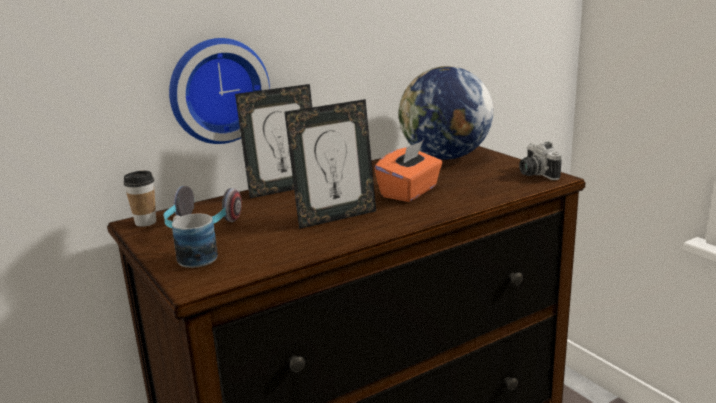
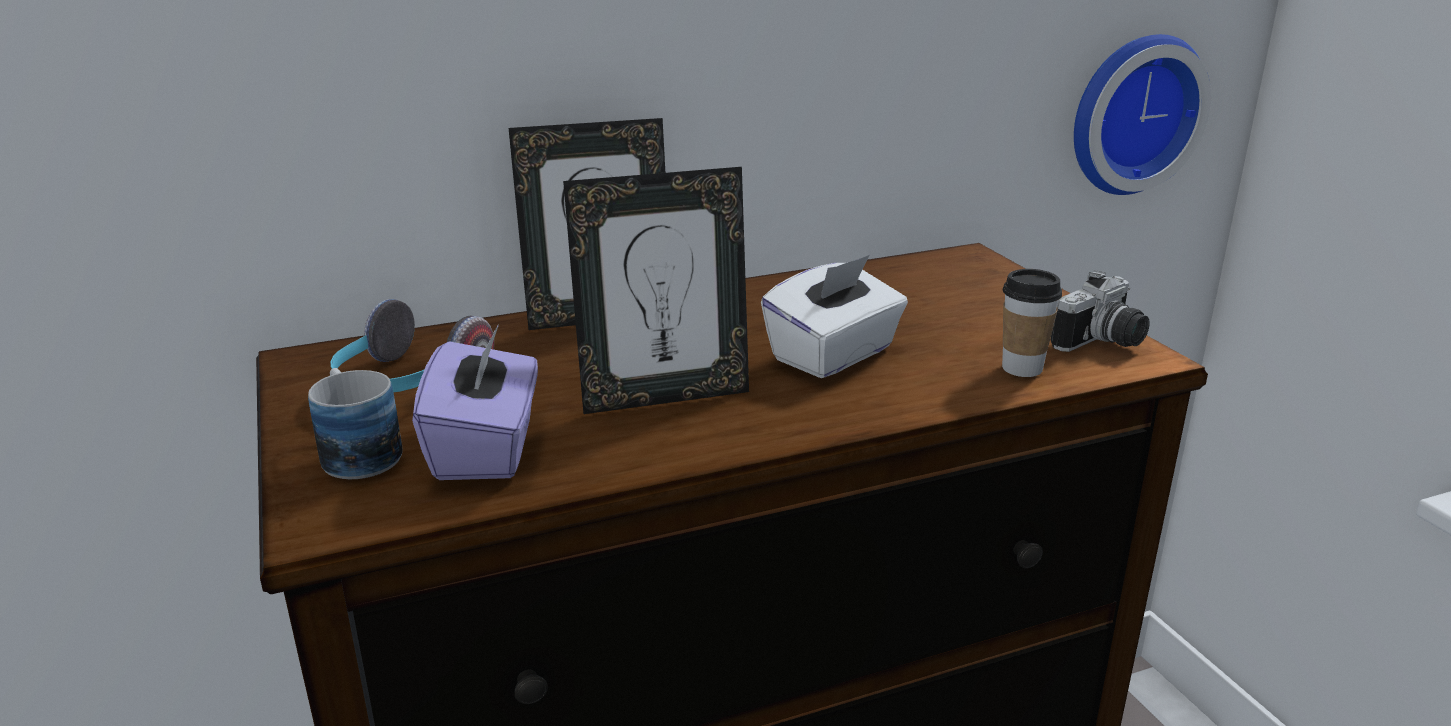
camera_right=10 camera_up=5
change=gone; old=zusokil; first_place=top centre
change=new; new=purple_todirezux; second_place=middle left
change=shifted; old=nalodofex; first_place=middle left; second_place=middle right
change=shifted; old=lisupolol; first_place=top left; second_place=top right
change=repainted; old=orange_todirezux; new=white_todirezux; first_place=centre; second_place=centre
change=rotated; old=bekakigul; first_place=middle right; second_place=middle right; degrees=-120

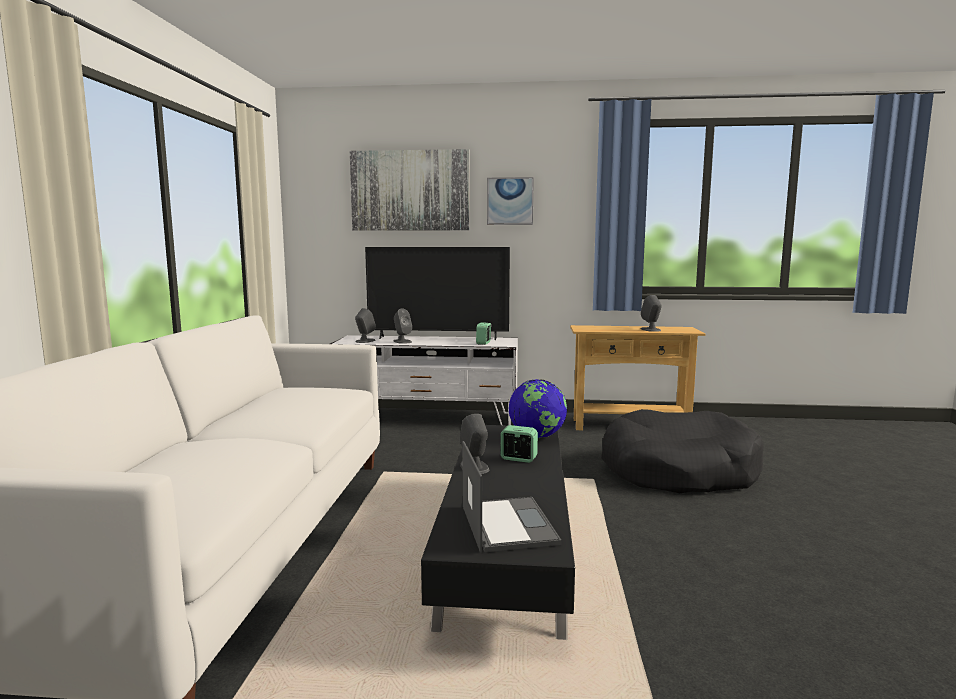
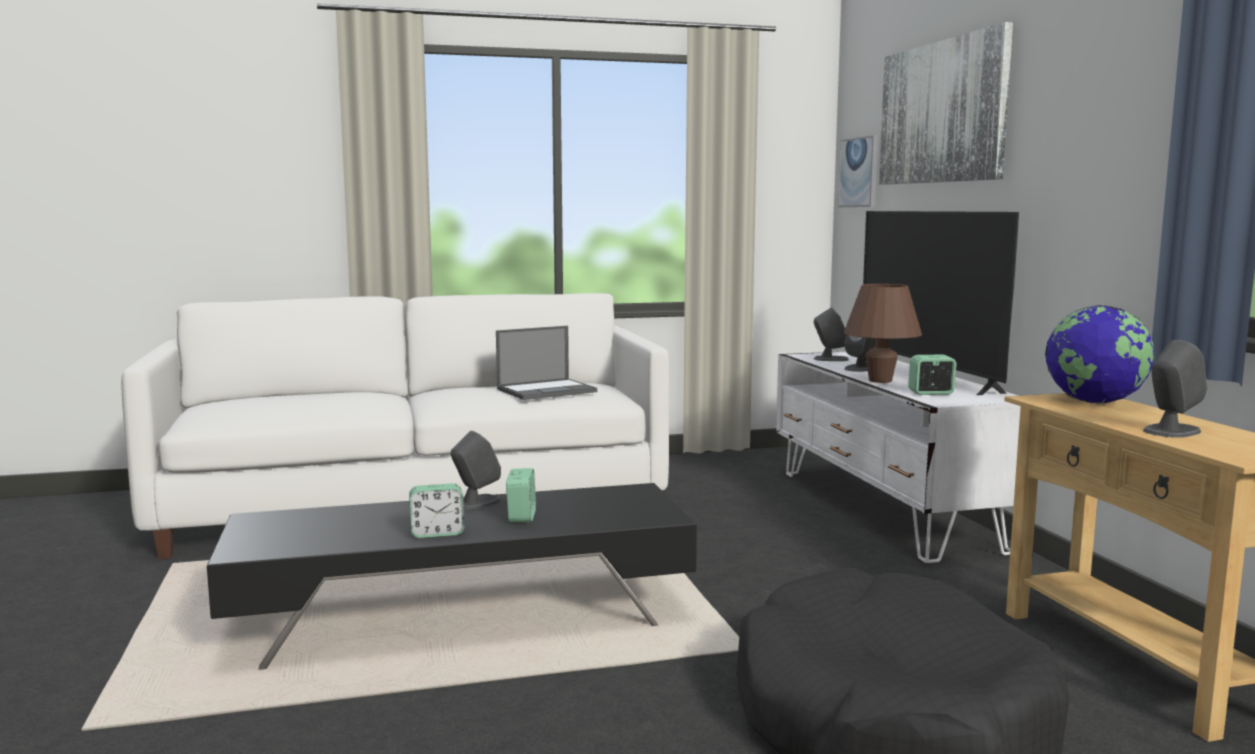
camera_right=70 camera_up=0
change=new; new=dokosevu (no. 1 from left); second_place=bottom centre
change=new; new=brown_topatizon; second_place=middle right
change=shifted; old=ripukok; first_place=bottom centre; second_place=centre
change=shifted; old=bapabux (no. 2 from left in the first image); new=bapabux (no. 1 from left); first_place=top centre; second_place=top right
change=shifted; old=zusokil; first_place=centre; second_place=middle right

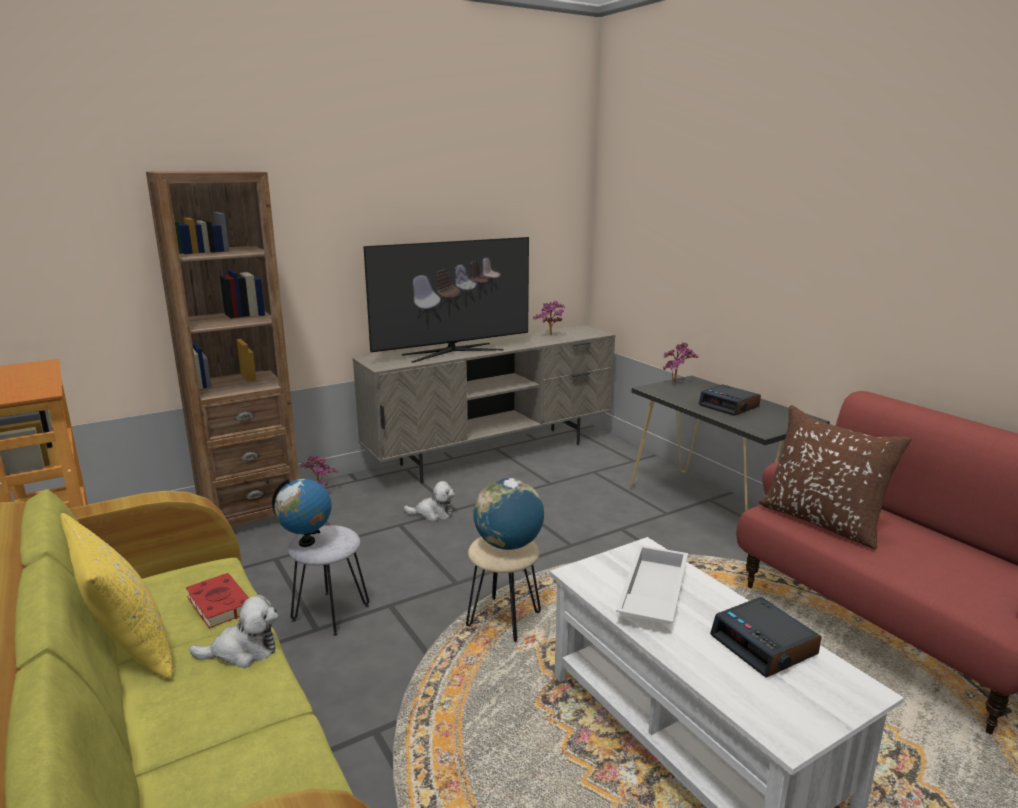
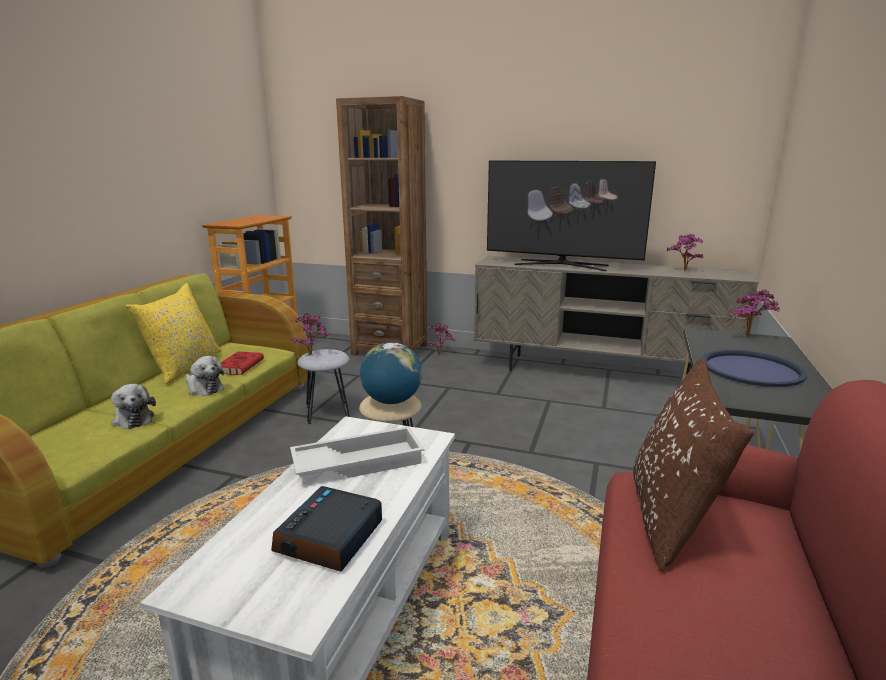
camera_right=50 camera_up=0
change=shifted; old=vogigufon (no. 2 from left in the first image); new=vogigufon (no. 1 from left); first_place=centre; second_place=middle left
change=swapped; old=zusokil (no. 1 from left); new=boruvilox (no. 1 from left); first_place=middle left; second_place=centre
change=swapped; old=dokosevu (no. 1 from left); new=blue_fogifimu; first_place=middle right; second_place=middle right

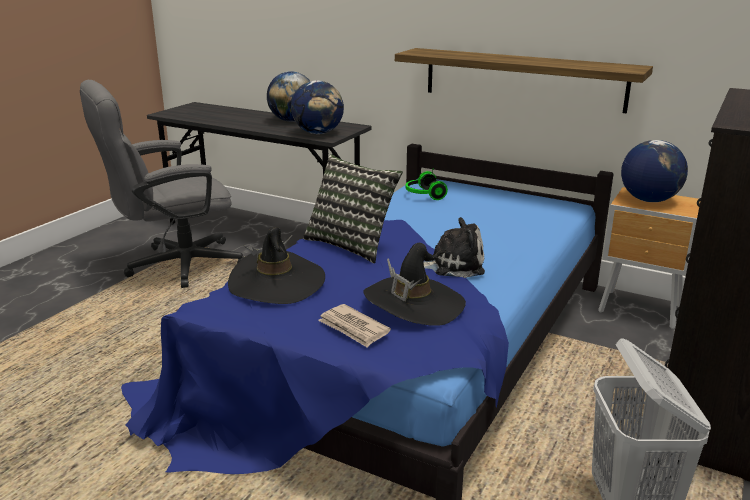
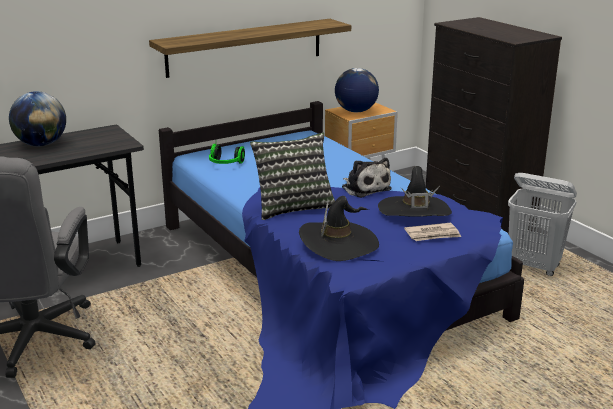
camera_right=-60 camera_up=0
change=gone; old=zusokil (no. 2 from left); first_place=top centre
change=rotated; old=vogigufon; first_place=centre; second_place=centre; degrees=120

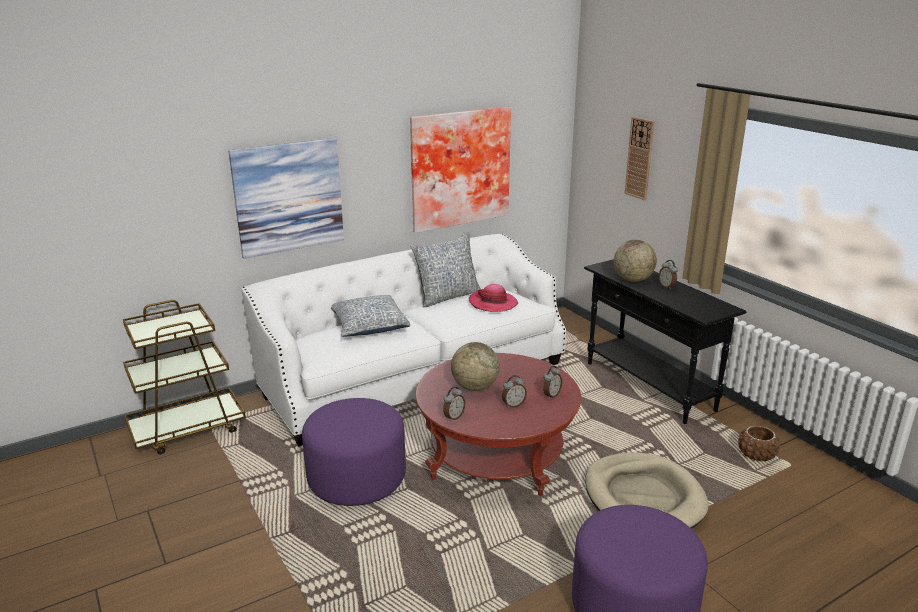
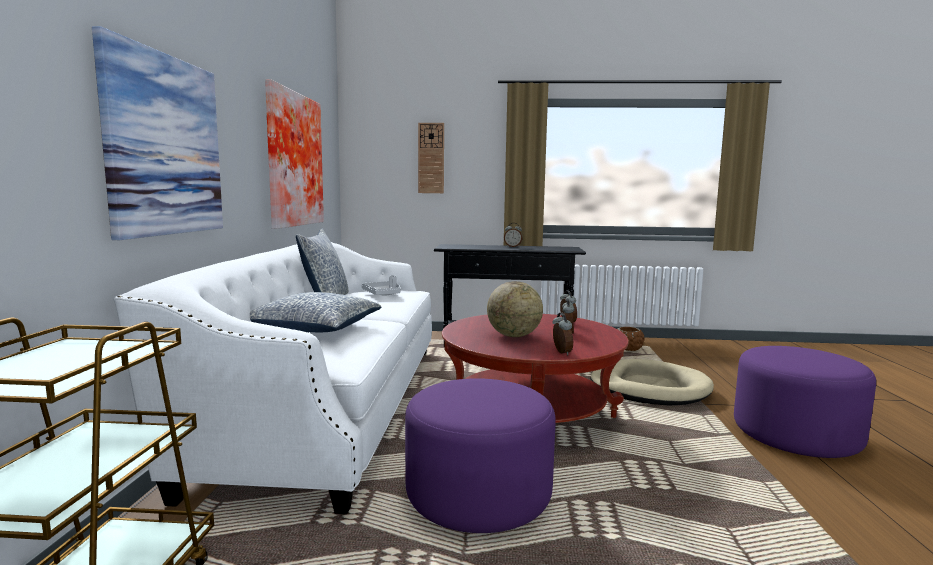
camera_right=-55 camera_up=-15
change=gone; old=zusokil (no. 2 from left); first_place=middle right
change=swapped; old=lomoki; new=grey_fogifimu; first_place=centre; second_place=centre

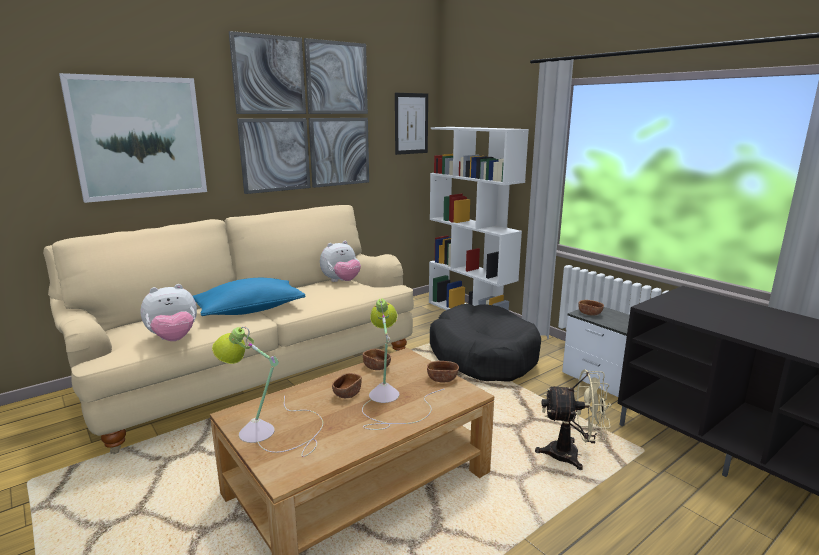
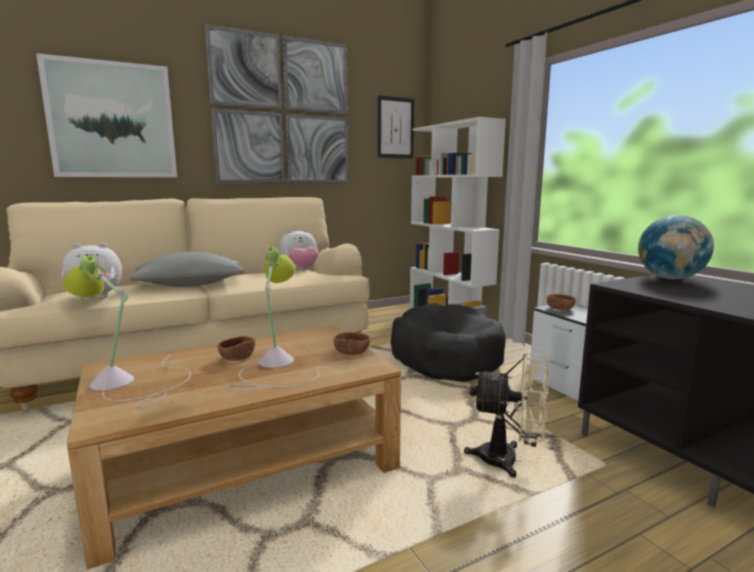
camera_right=10 camera_up=-5
change=gone; old=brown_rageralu (no. 2 from left); first_place=centre
change=new; new=zusokil; second_place=middle right
change=repainted; old=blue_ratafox; new=grey_ratafox; first_place=middle left; second_place=middle left

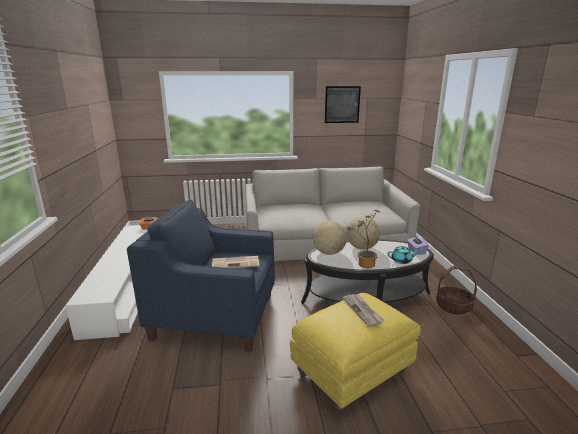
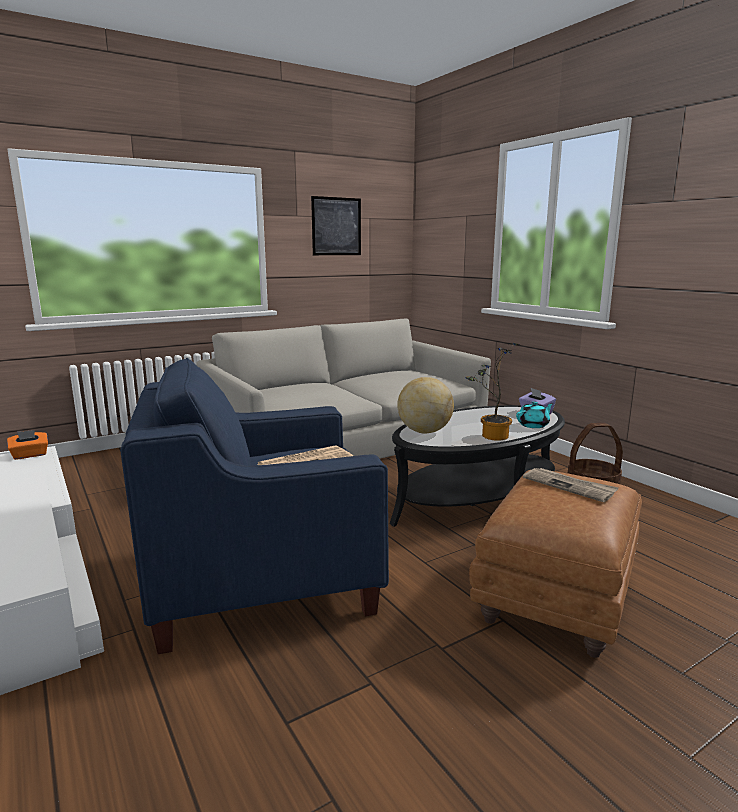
camera_right=-25 camera_up=-5
change=gone; old=zusokil (no. 2 from left); first_place=centre
change=repainted; old=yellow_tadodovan; new=brown_tadodovan; first_place=bottom centre; second_place=bottom right

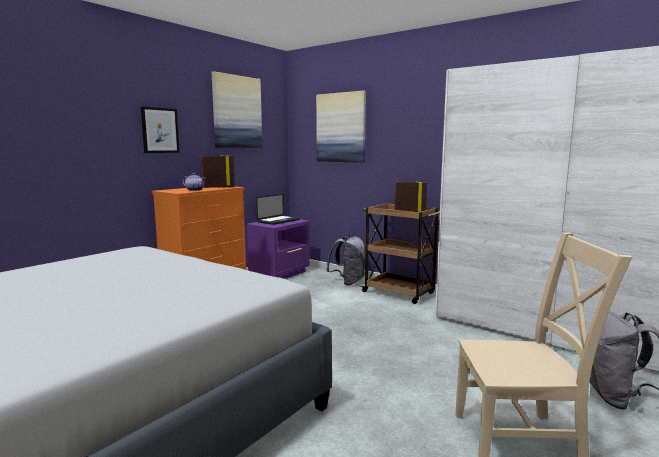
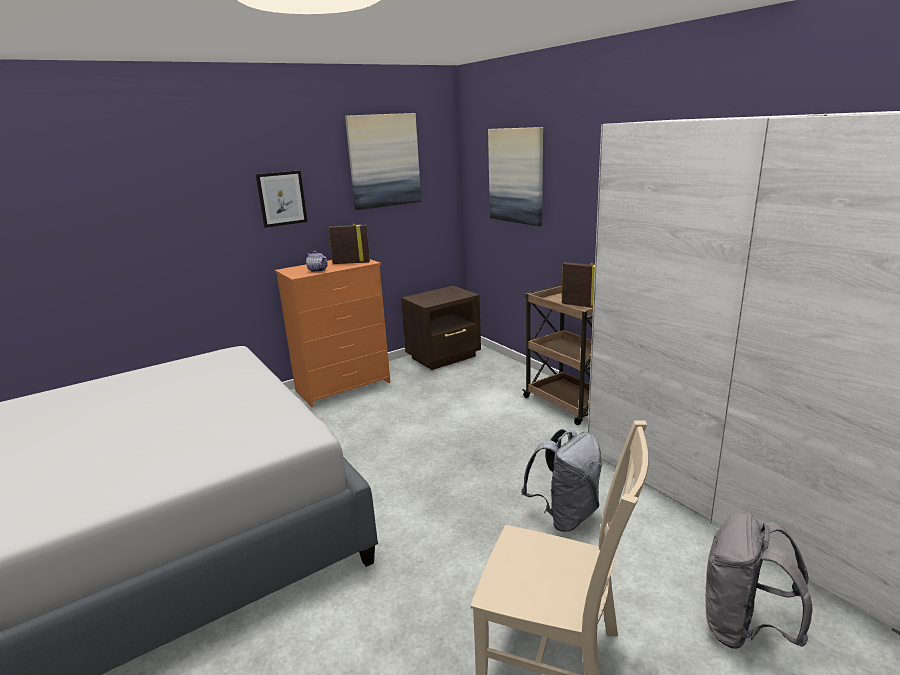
camera_right=20 camera_up=10
change=gone; old=ripukok; first_place=centre
change=shifted; old=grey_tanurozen (no. 1 from left); first_place=centre; second_place=bottom centre
change=repainted; old=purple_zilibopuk; new=brown_zilibopuk; first_place=centre; second_place=centre

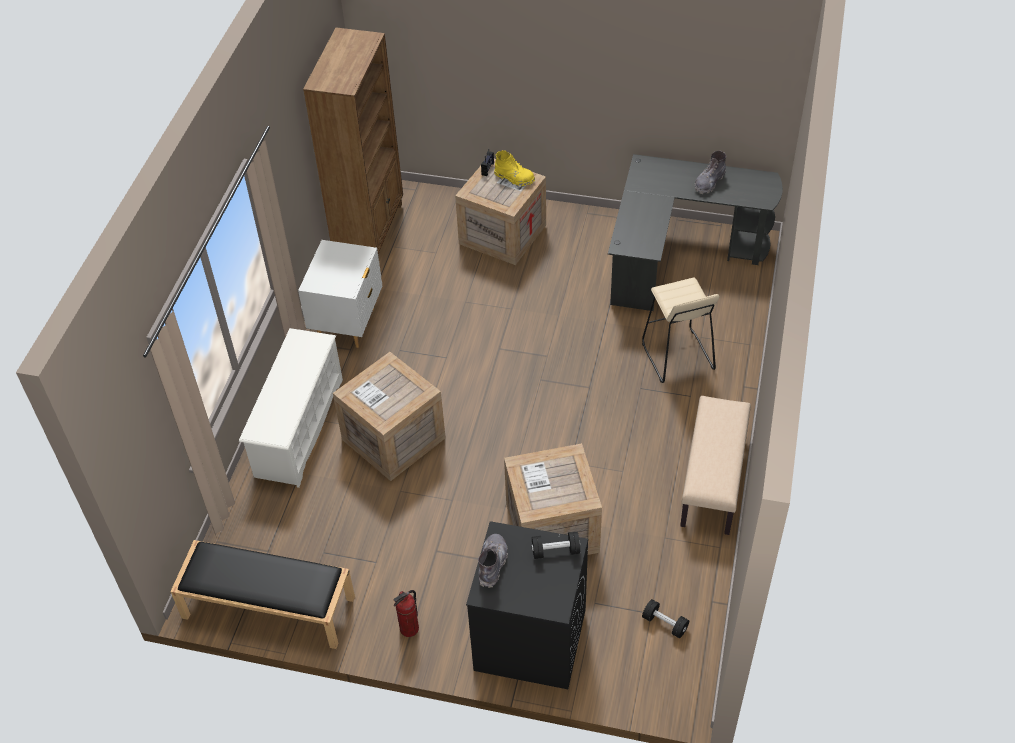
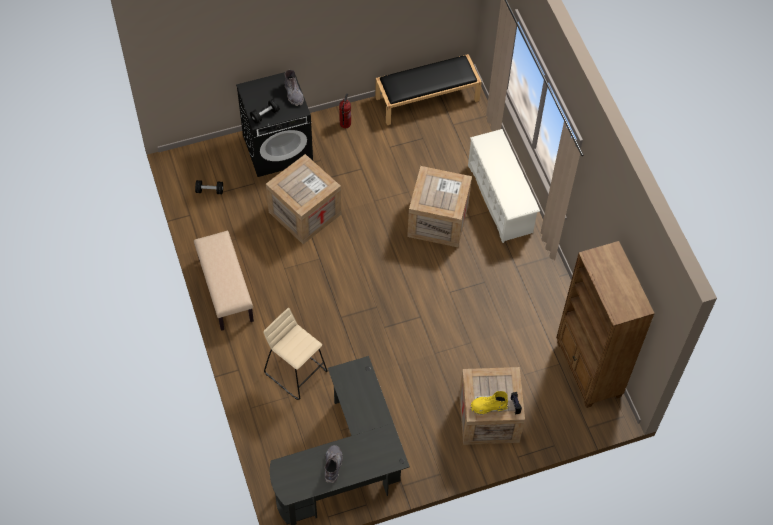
camera_right=145 camera_up=10
change=gone; old=white_zilibopuk; first_place=centre

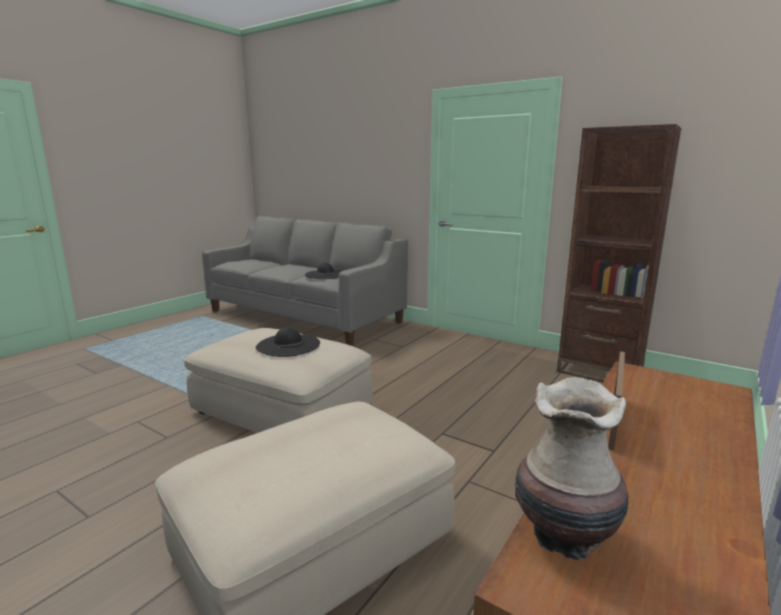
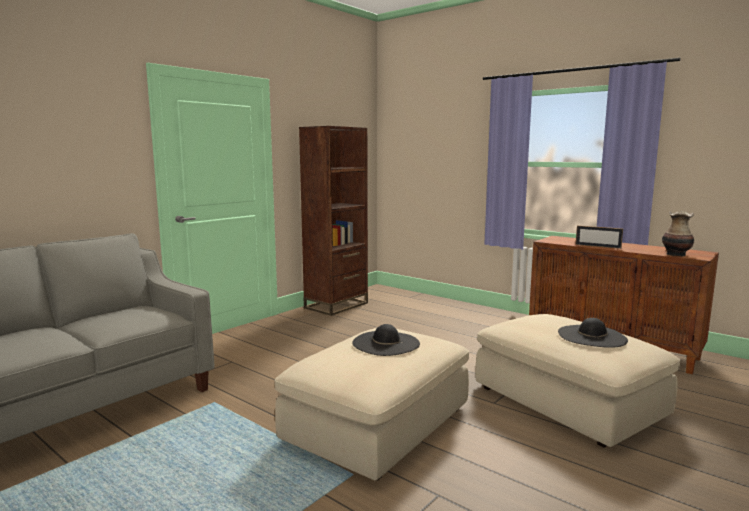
camera_right=-85 camera_up=-5
change=shifted; old=black_lomoki (no. 2 from left); first_place=centre; second_place=middle right

